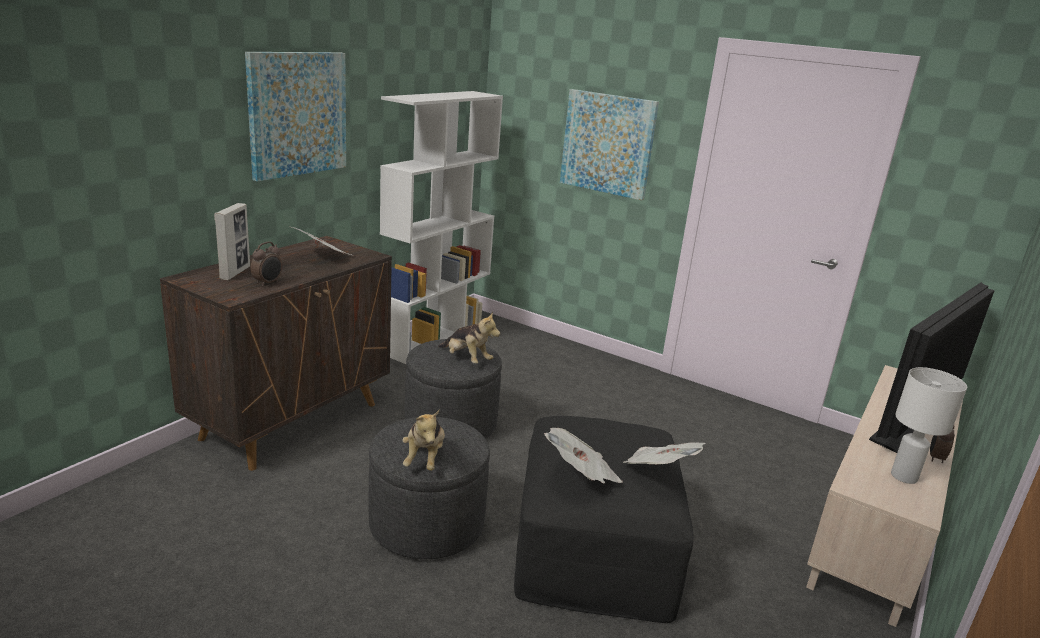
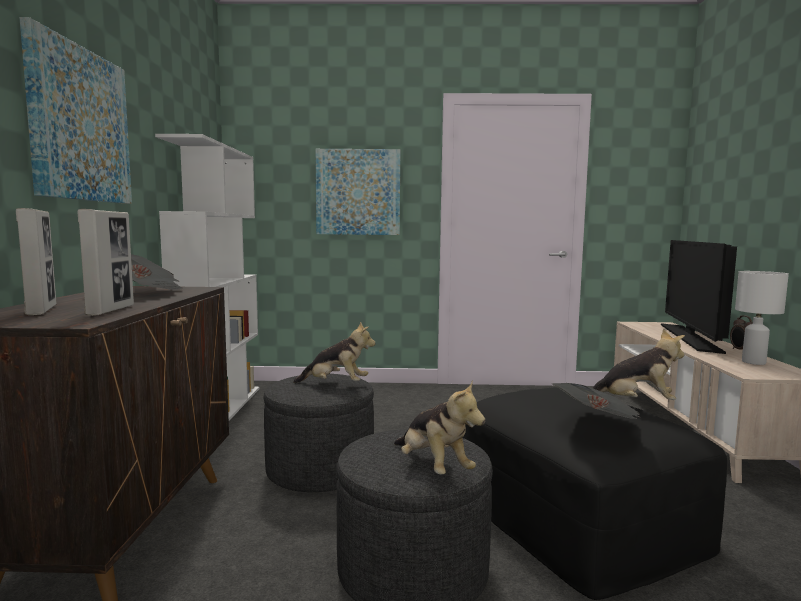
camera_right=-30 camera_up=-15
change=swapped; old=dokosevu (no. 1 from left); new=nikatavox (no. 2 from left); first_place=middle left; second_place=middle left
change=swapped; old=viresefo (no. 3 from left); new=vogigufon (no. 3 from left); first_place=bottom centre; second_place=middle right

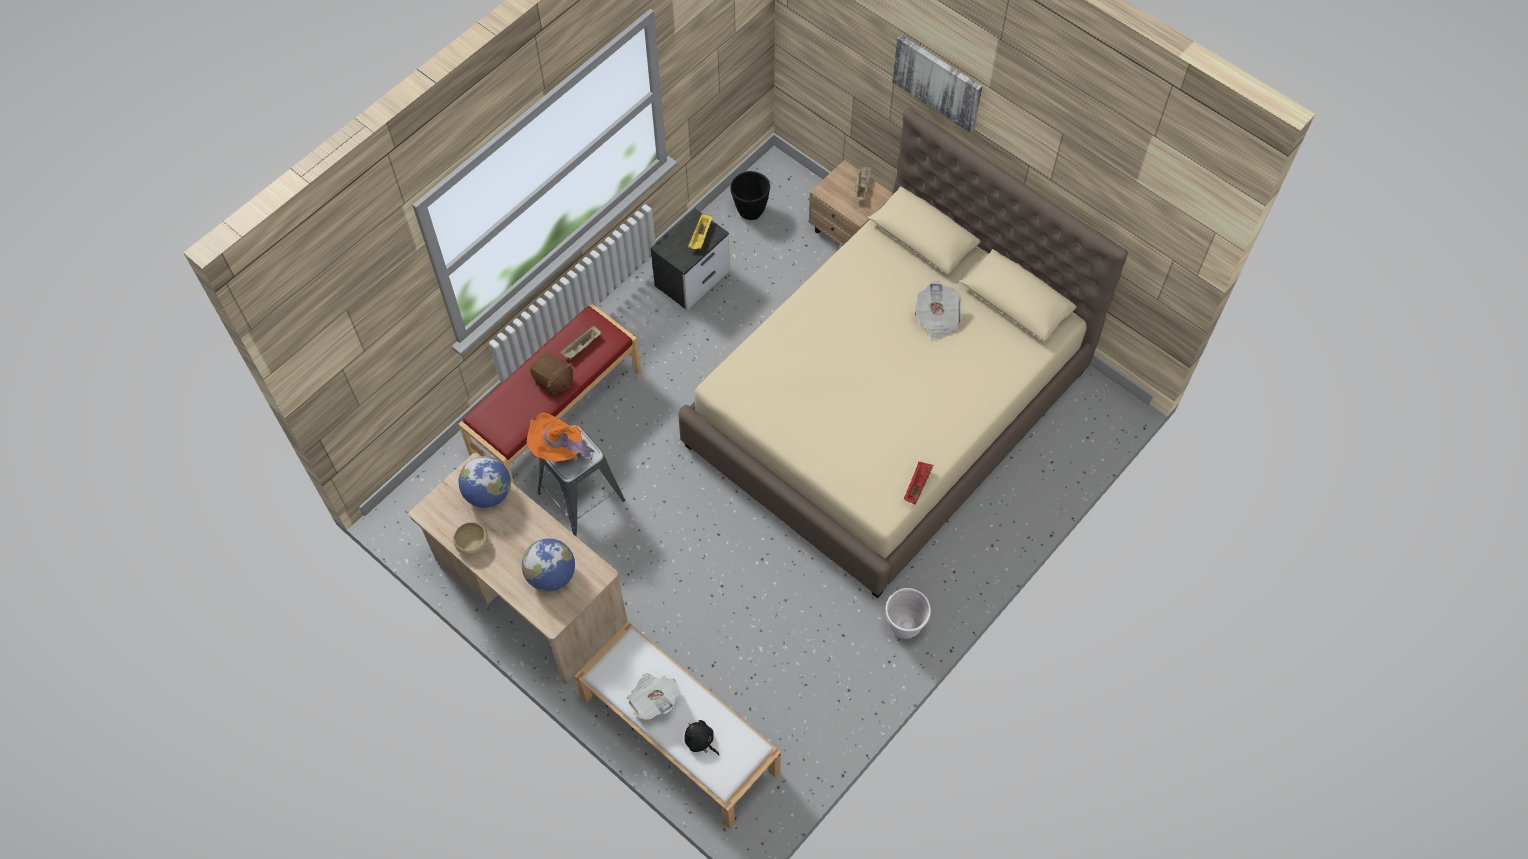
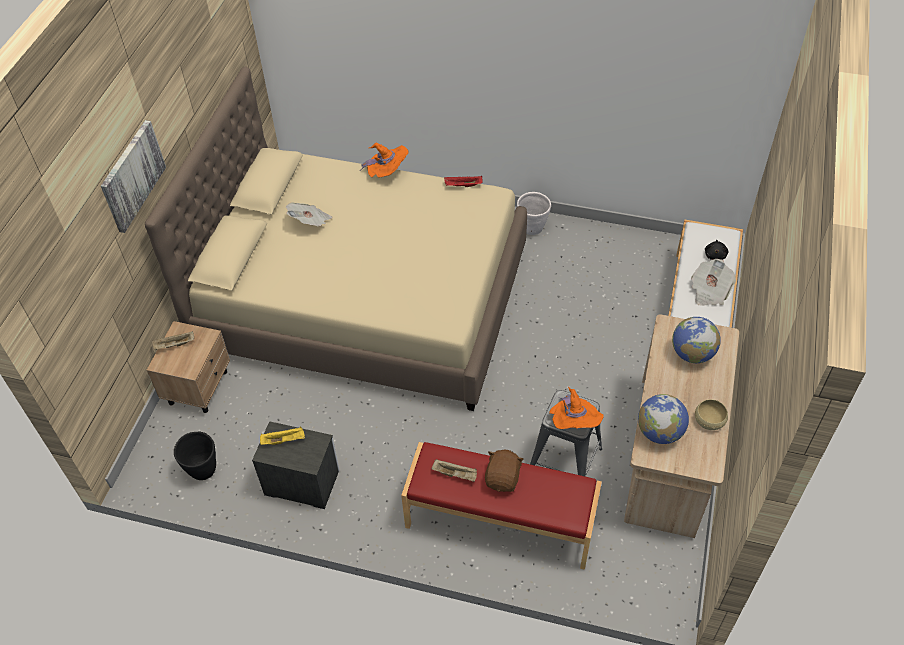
camera_right=-115 camera_up=-10
change=new; new=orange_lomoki (no. 1 from left); second_place=top centre

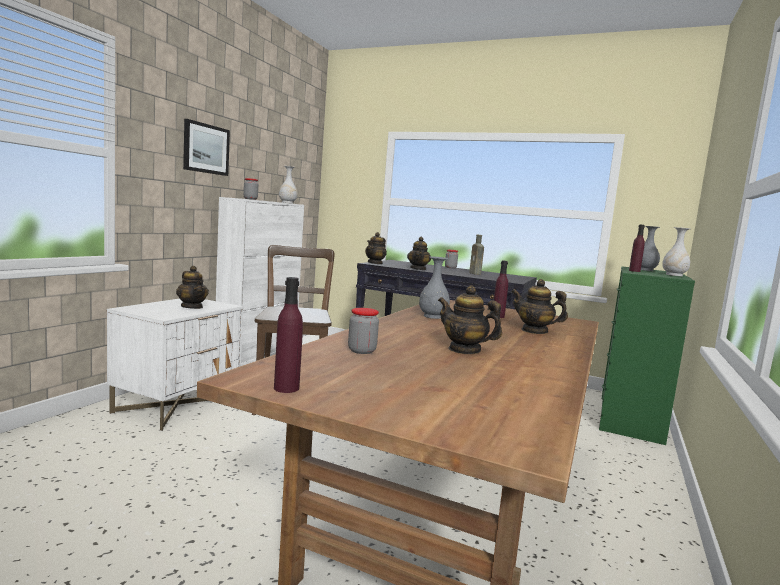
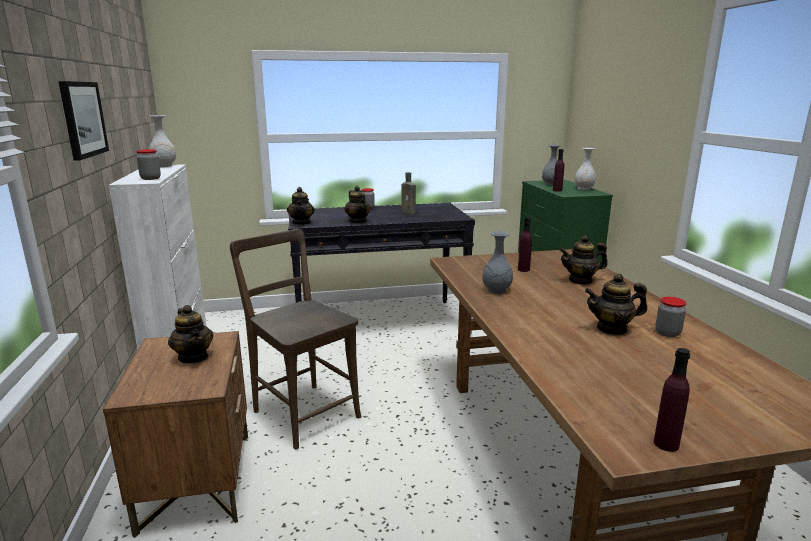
camera_right=-35 camera_up=10
change=shifted; old=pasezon (no. 2 from left in the first image); new=pasezon (no. 3 from left); first_place=centre; second_place=middle right
change=repainted; old=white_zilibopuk; new=brown_zilibopuk; first_place=middle left; second_place=bottom left
change=rotated; old=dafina (no. 1 from left); first_place=middle left; second_place=middle left; degrees=45

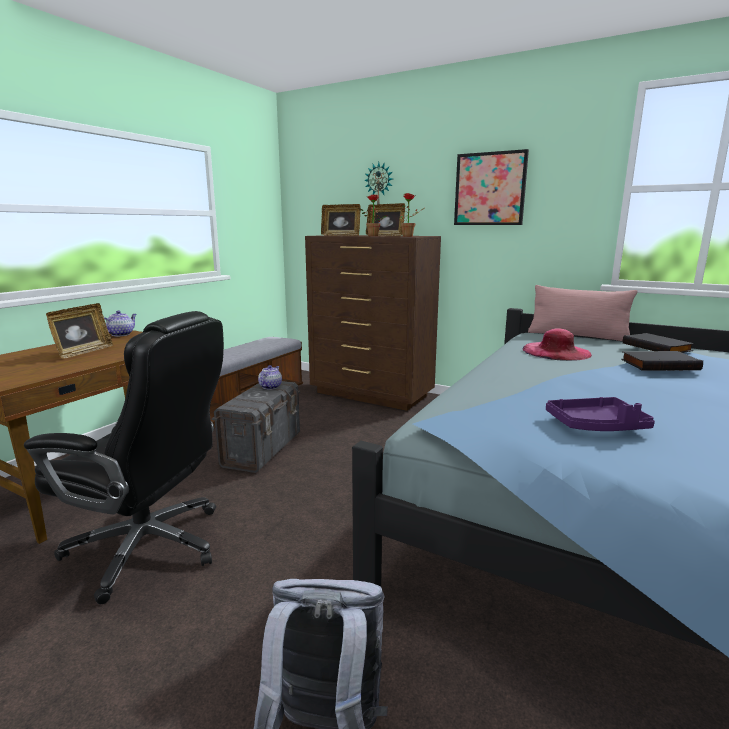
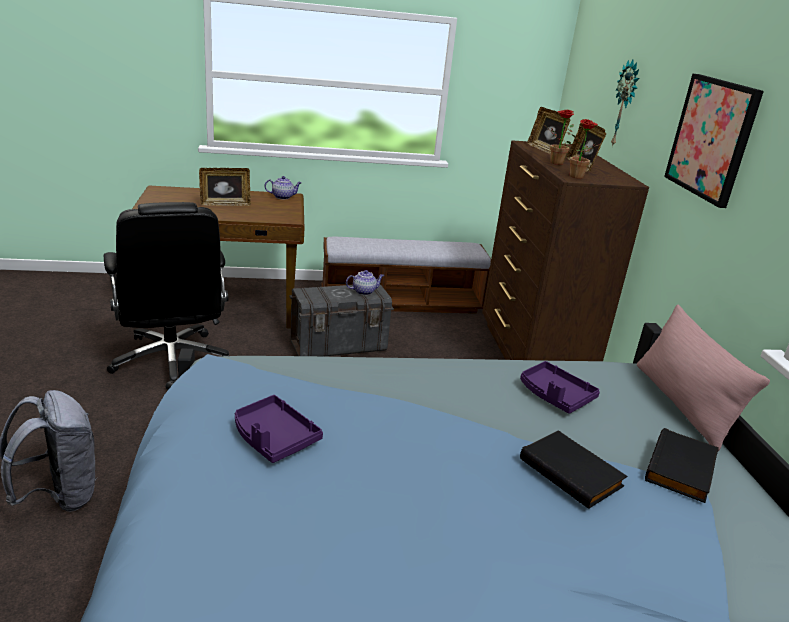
camera_right=50 camera_up=10
change=swapped; old=pink_lomoki; new=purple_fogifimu (no. 2 from left); first_place=middle right; second_place=middle right

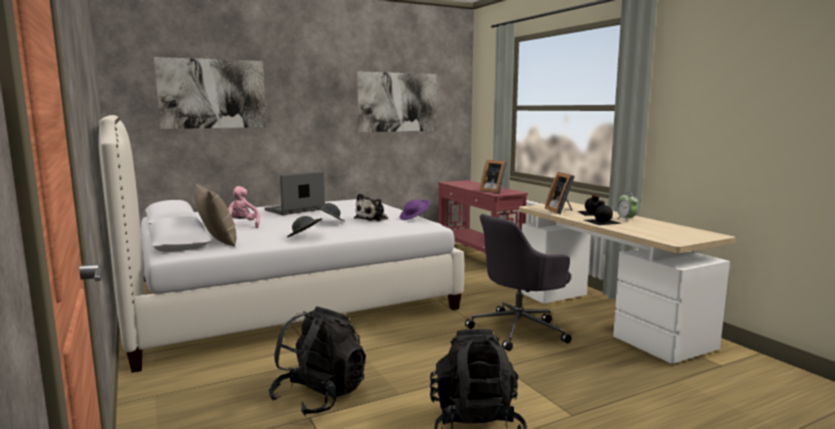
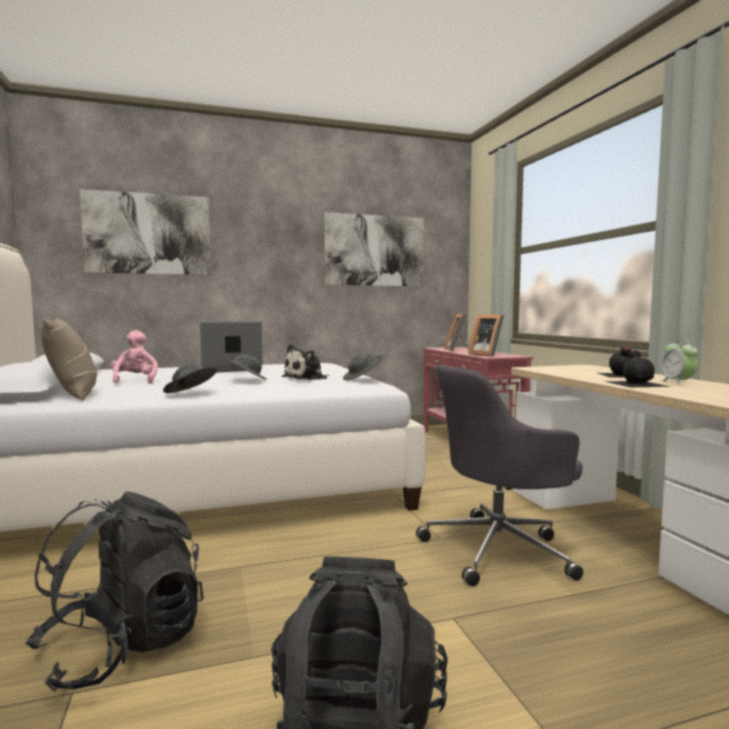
camera_right=10 camera_up=-5
change=shifted; old=nikatavox (no. 2 from left in the first image); new=nikatavox (no. 1 from left); first_place=middle right; second_place=centre
change=repainted; old=purple_lomoki; new=grey_lomoki (no. 3 from left); first_place=centre; second_place=centre

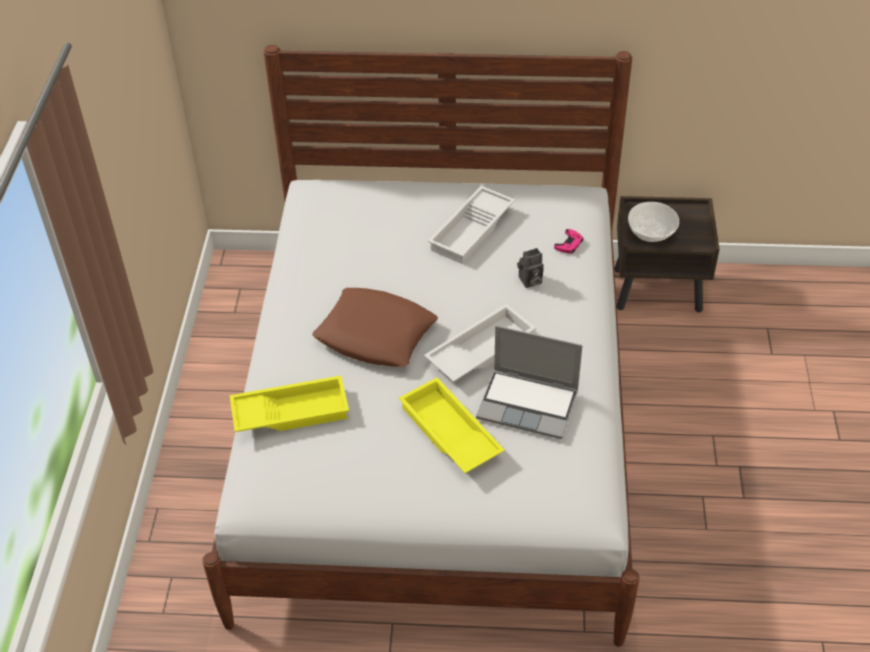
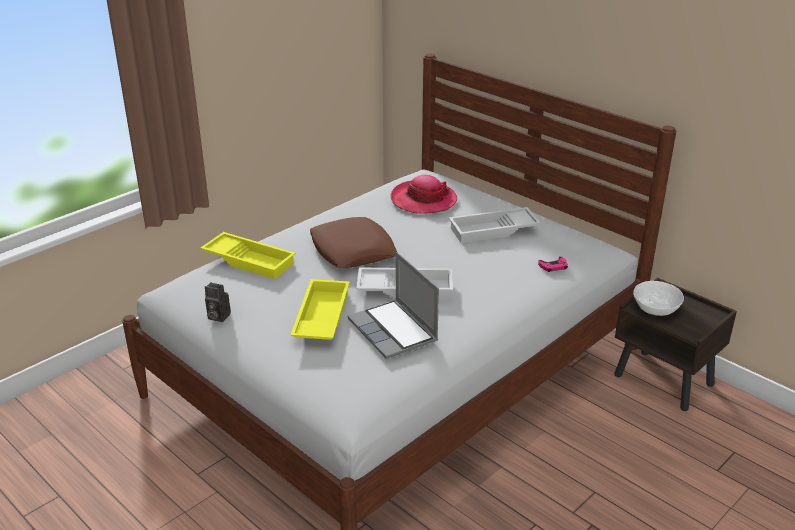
camera_right=40 camera_up=-15
change=new; new=lomoki; second_place=centre
change=shifted; old=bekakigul; first_place=centre; second_place=middle left

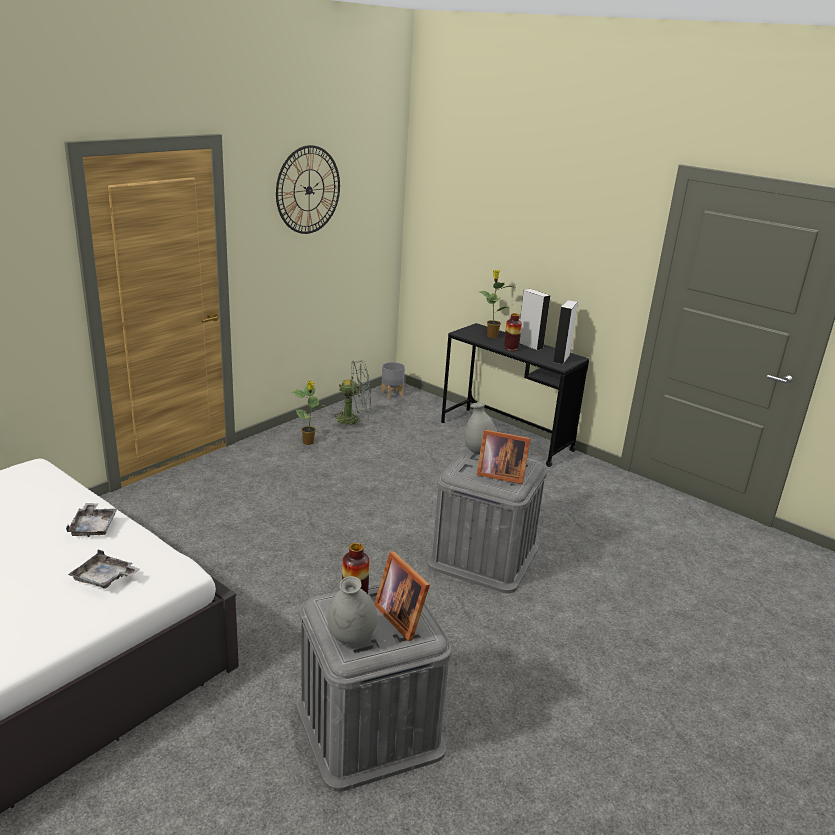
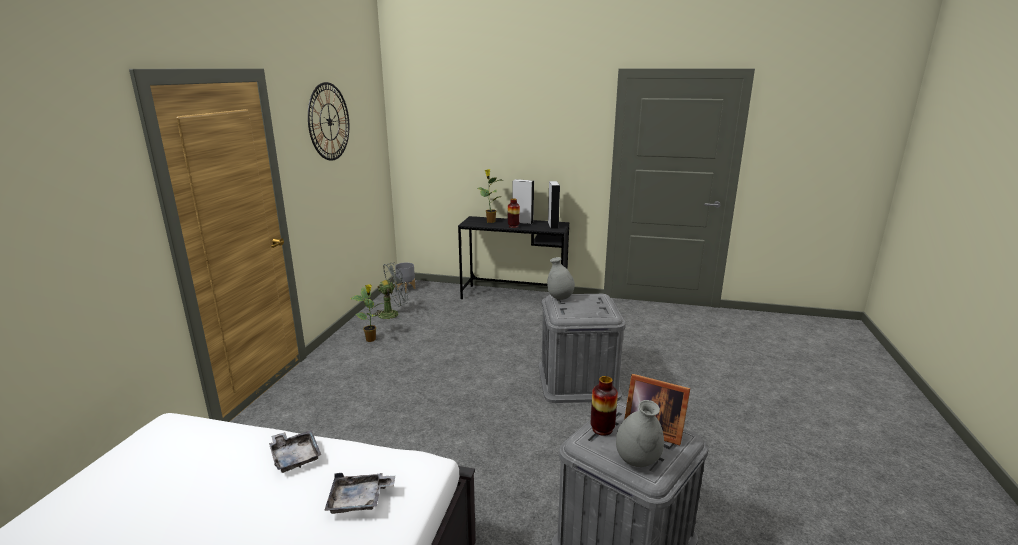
camera_right=-25 camera_up=-5
change=gone; old=nikatavox (no. 2 from left); first_place=centre

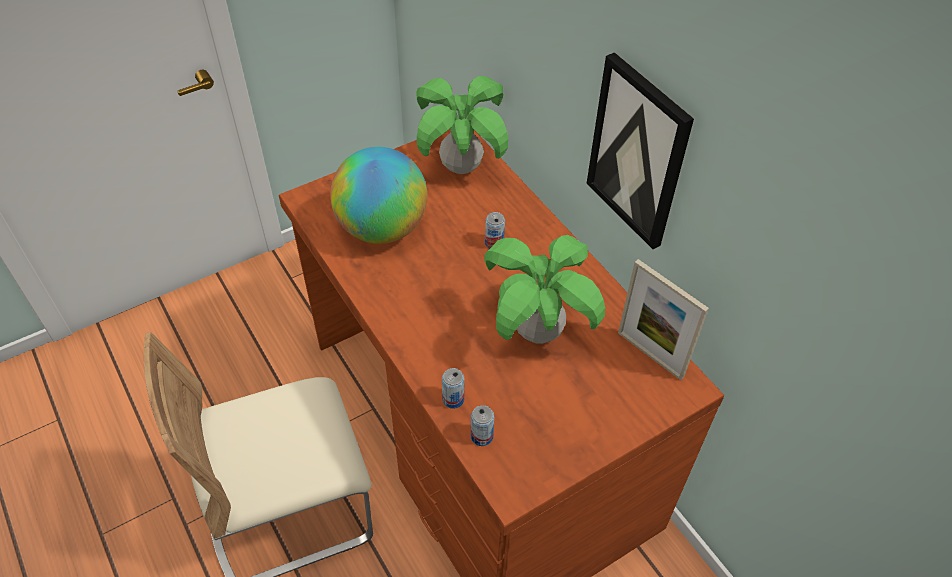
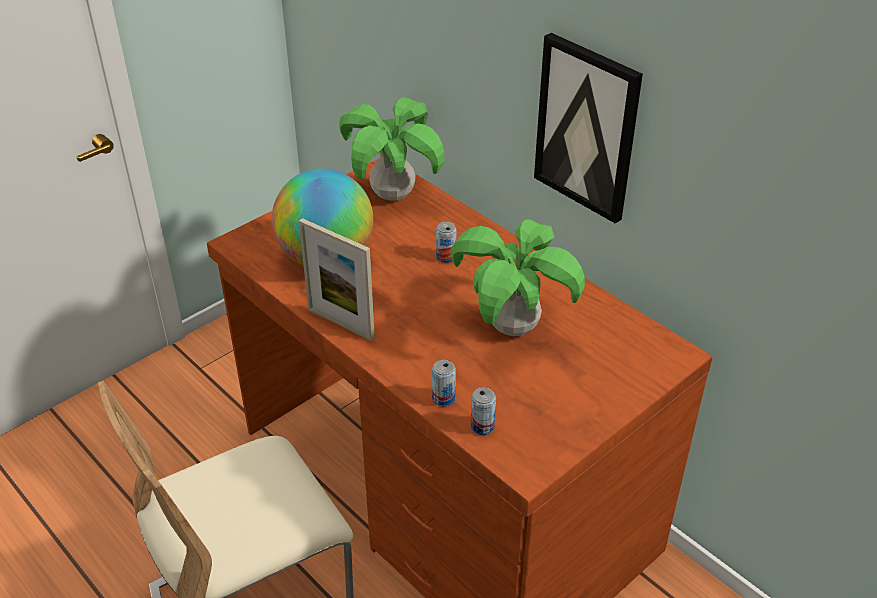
camera_right=-10 camera_up=-10
change=shifted; old=nikatavox; first_place=middle right; second_place=centre

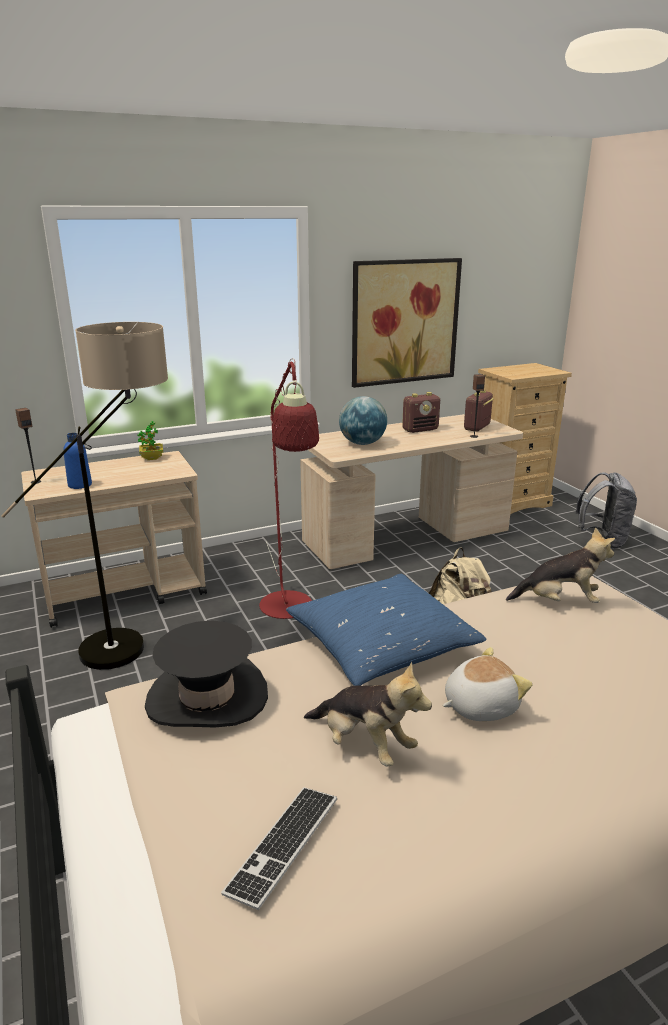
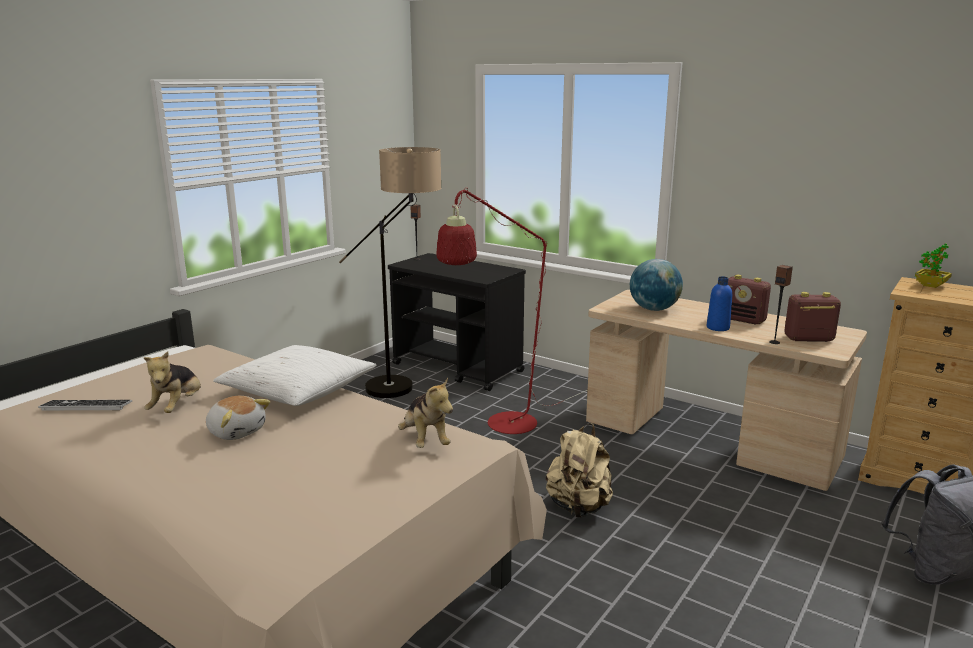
camera_right=60 camera_up=-5
change=gone; old=black_lomoki; first_place=middle left
change=gone; old=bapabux; first_place=top centre
change=shifted; old=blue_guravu; first_place=middle left; second_place=middle right
change=shifted; old=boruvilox; first_place=middle left; second_place=middle right
change=repainted; old=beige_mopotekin; new=black_mopotekin; first_place=middle left; second_place=centre
change=repainted; old=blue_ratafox; new=white_ratafox; first_place=centre; second_place=middle left

